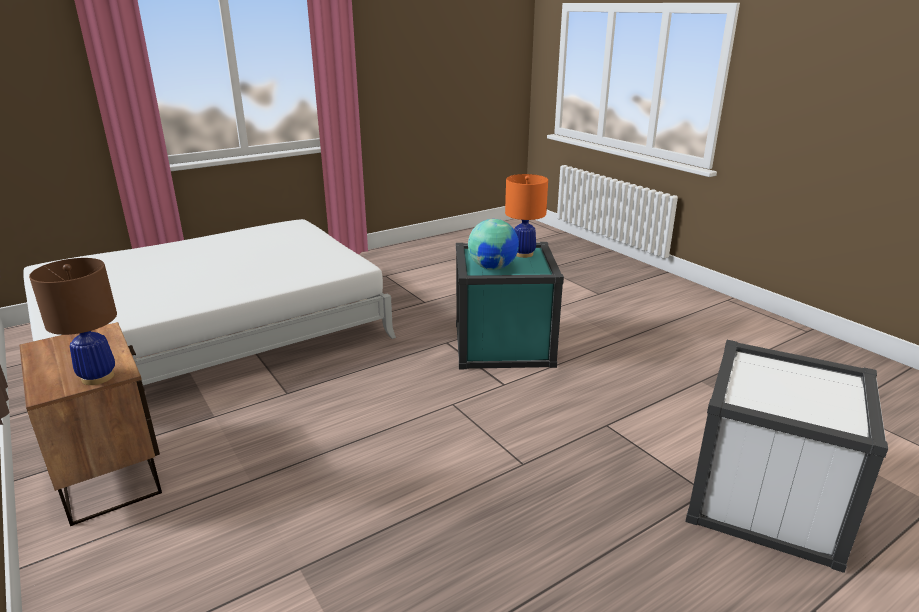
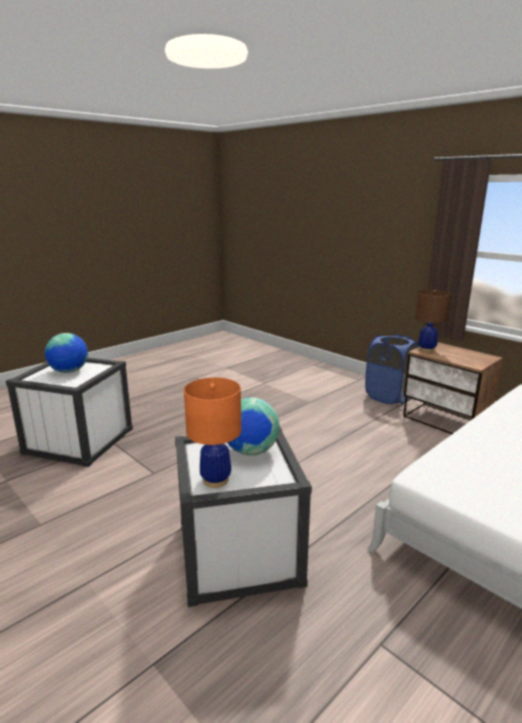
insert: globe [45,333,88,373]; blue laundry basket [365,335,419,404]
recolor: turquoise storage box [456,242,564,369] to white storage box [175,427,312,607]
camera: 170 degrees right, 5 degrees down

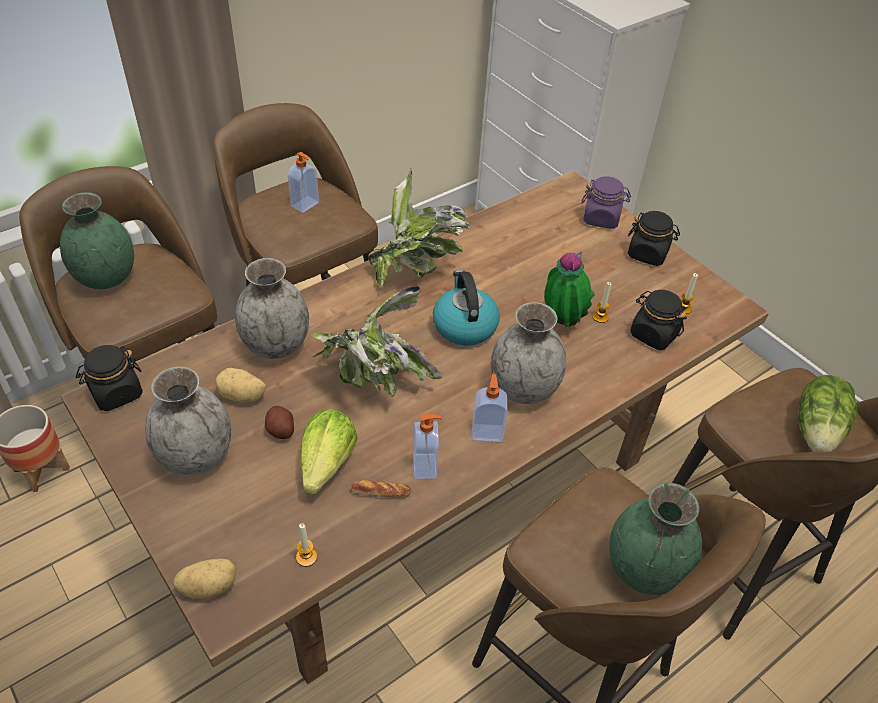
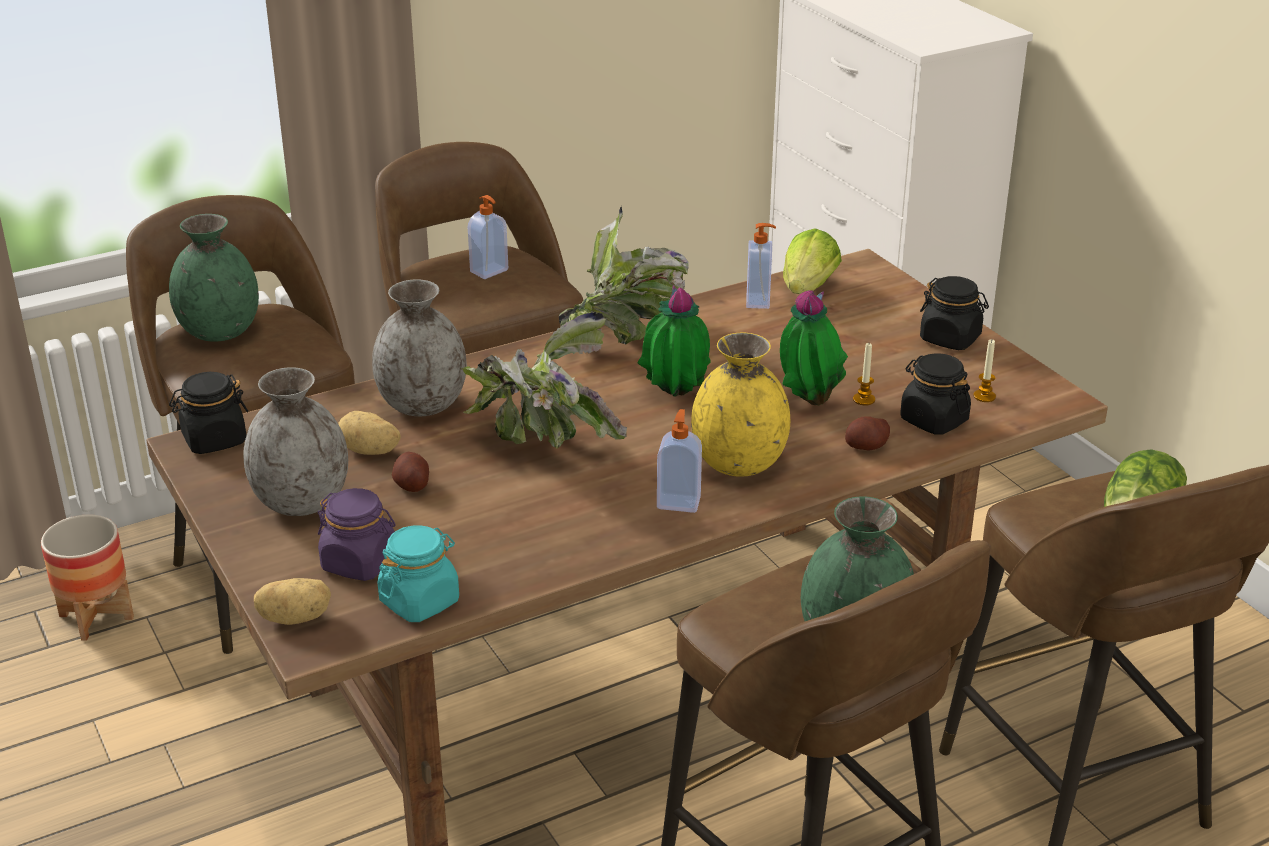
delete: bread [351,479,411,498]
insert: potato [845,416,890,451]
move: lettuce [300,409,358,494] to [783,228,842,294]; soap dispenser [413,414,442,479] to [746,223,776,309]; purple jar [581,176,631,229] to [318,488,396,581]
replace: candle [296,523,317,567] to turquoise jar [377,525,459,622]; kettle [433,270,500,346] to potted plant [638,285,711,396]
recolor: grey vase [491,302,566,404] to yellow vase [691,332,790,477]
camera: 10 degrees right, 15 degrees down

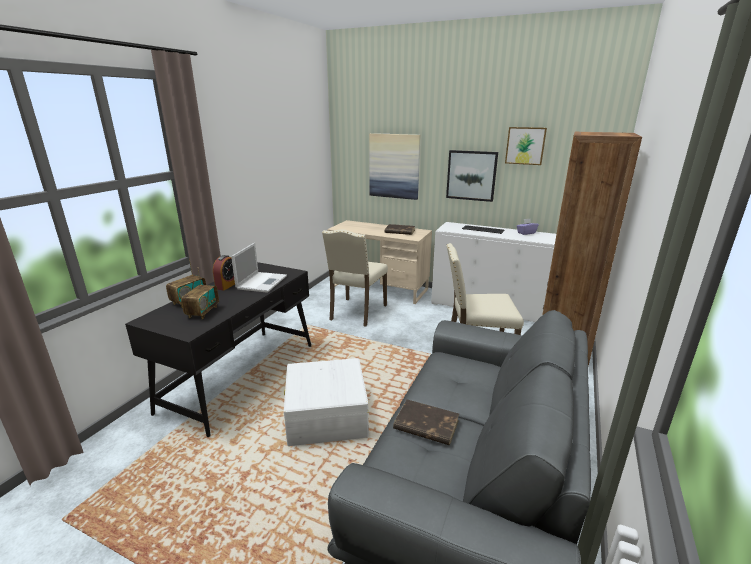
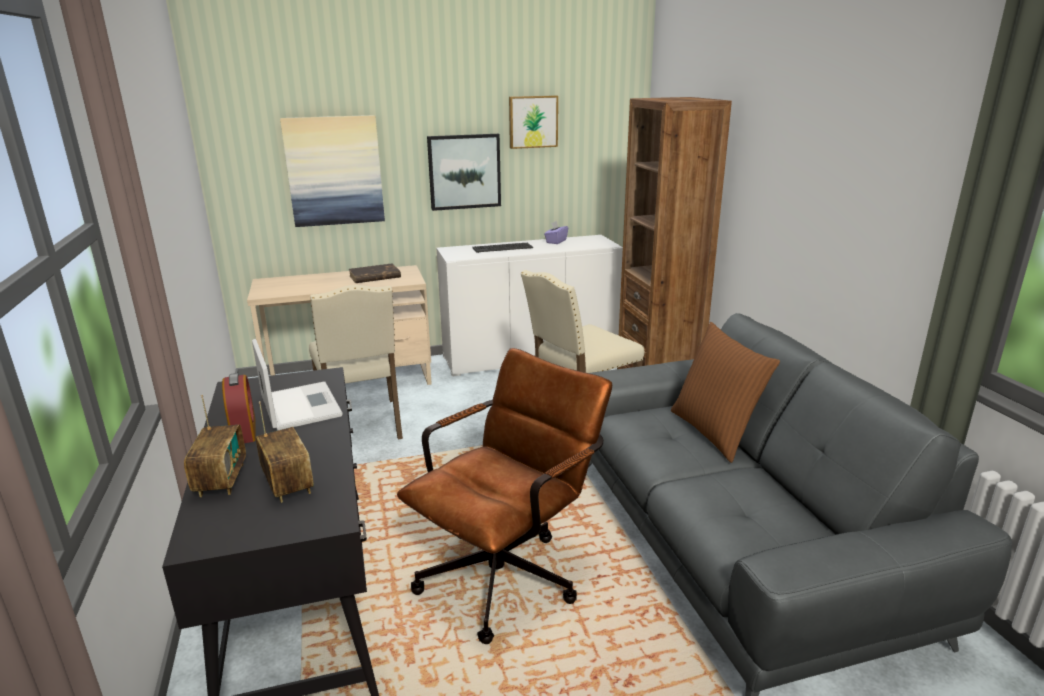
delete: brown book [393,400,459,445]
insert: brown pillow [671,322,780,463]
replace: white storage box [284,358,369,446] to brown office chair [397,348,612,644]
camera: 40 degrees left, 0 degrees up

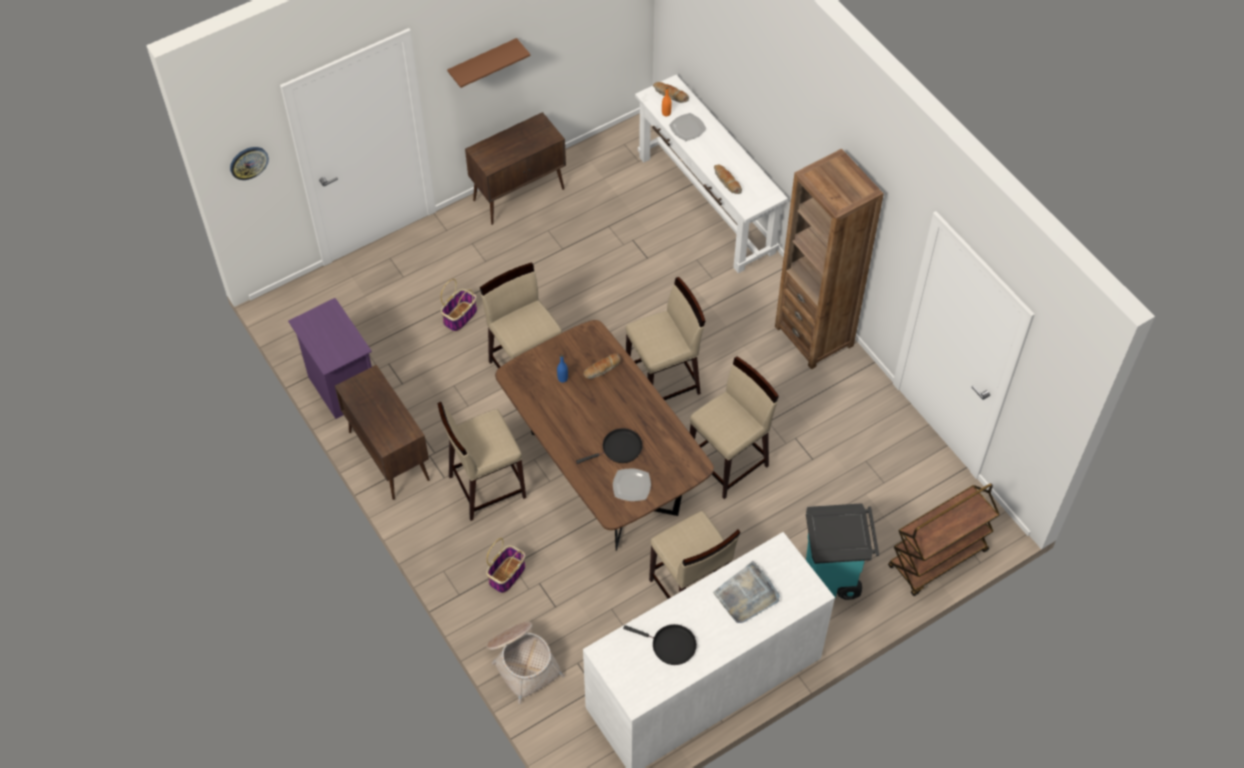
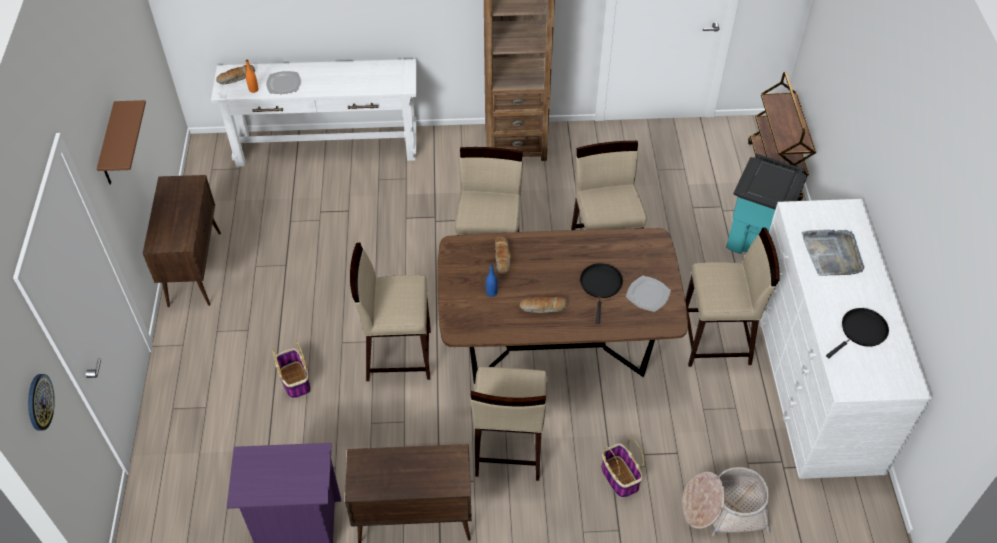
move: bread [714,165,742,194] to [520,297,568,313]
camera: 60 degrees left, 5 degrees down

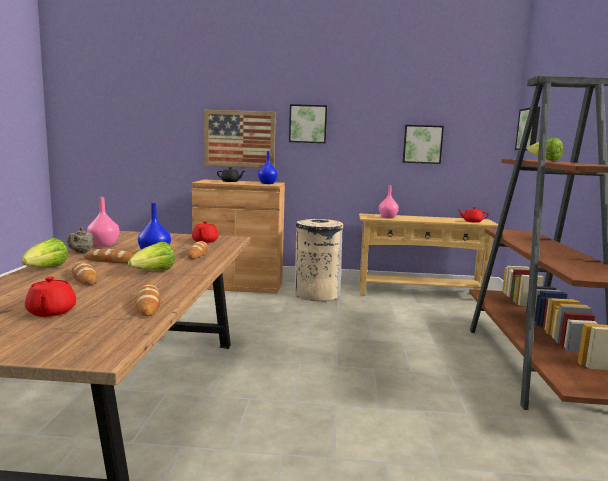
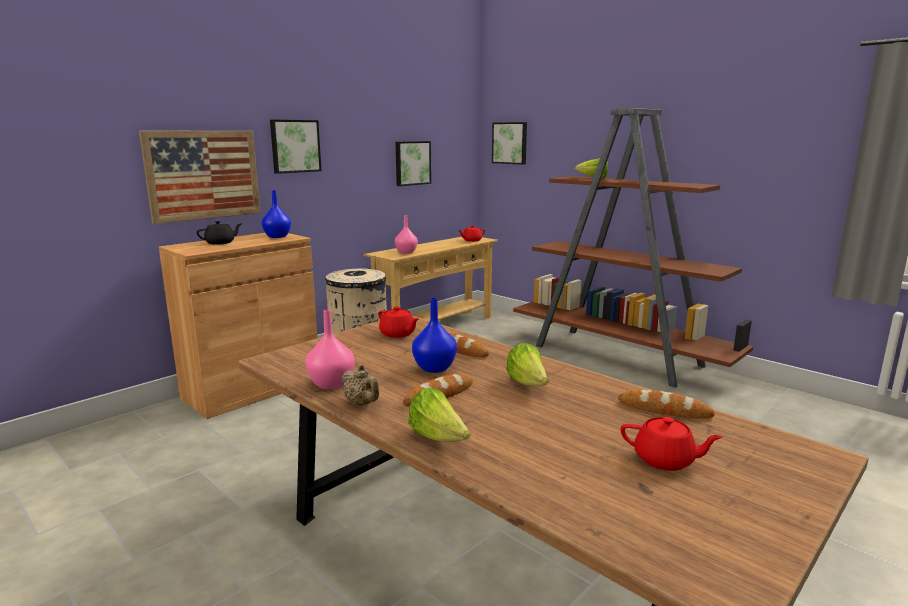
delete: bread [72,262,97,285]
camera: 50 degrees left, 5 degrees up

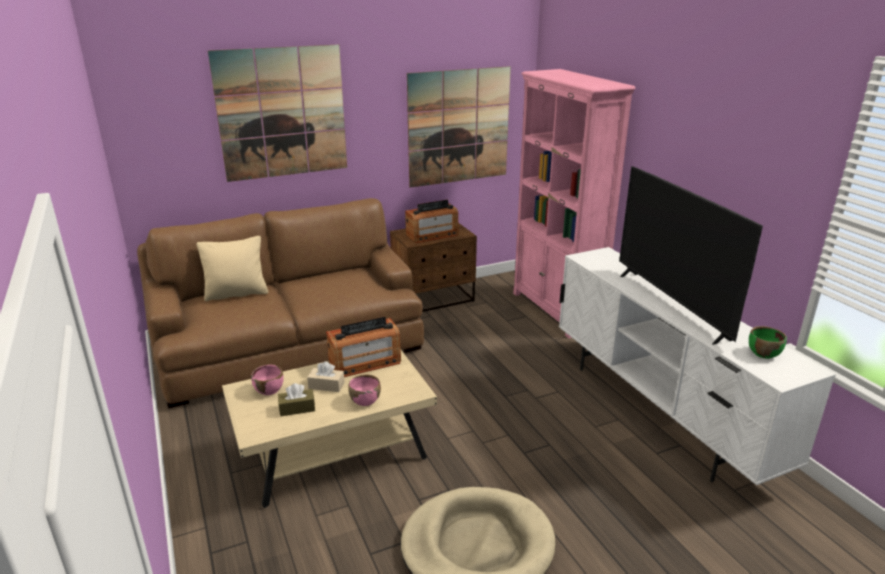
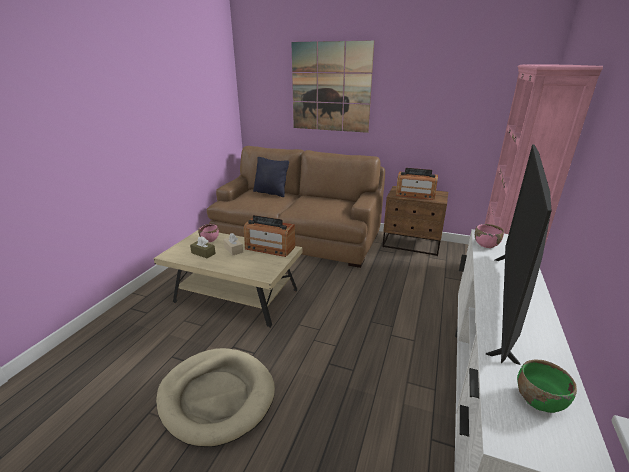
delete: picture [407,66,511,188]
move: pink bowl [348,374,381,406] to [475,224,504,248]
recolor: beige pillow [196,236,268,301] to black pillow [253,157,289,197]
camera: 45 degrees right, 0 degrees up

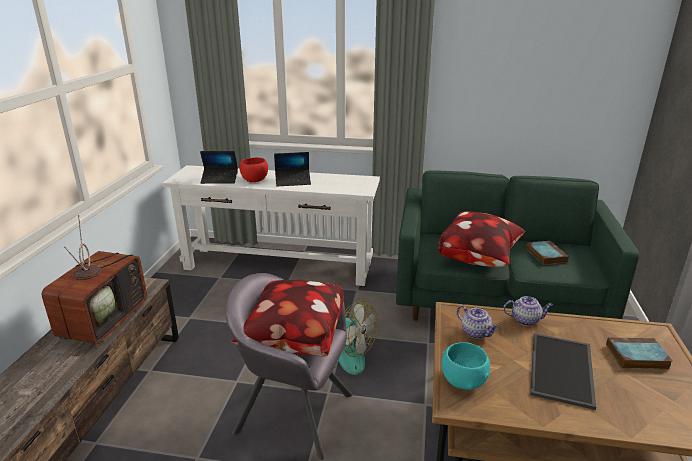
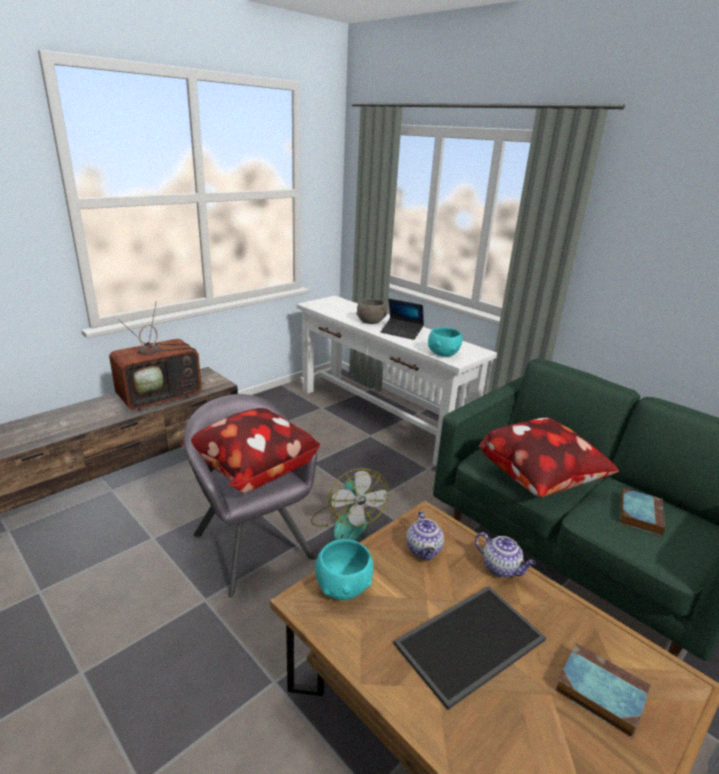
delete: laptop [200,151,238,184]
insert: turquoise bowl [428,327,462,357]
recolor: red bowl [239,158,268,182] to grey bowl [356,299,387,324]
camera: 35 degrees right, 0 degrees up

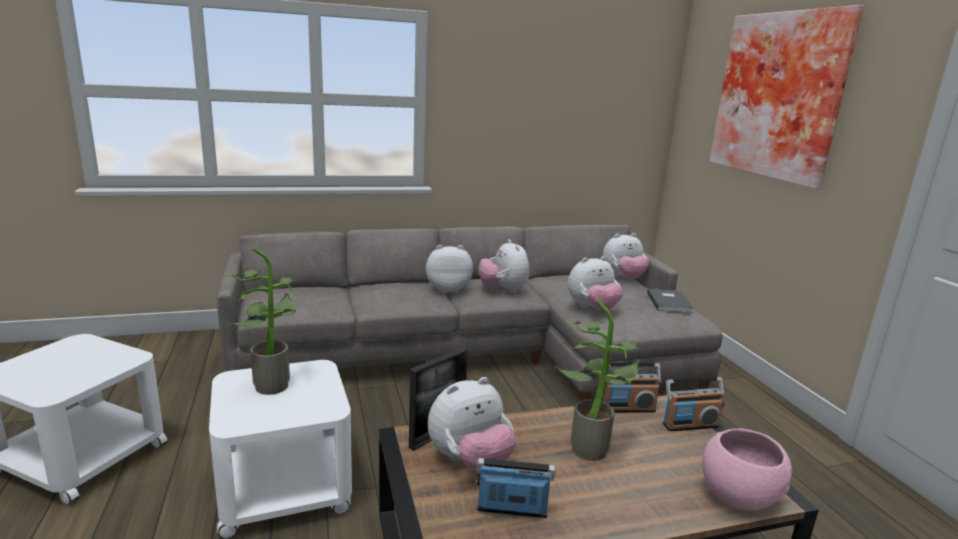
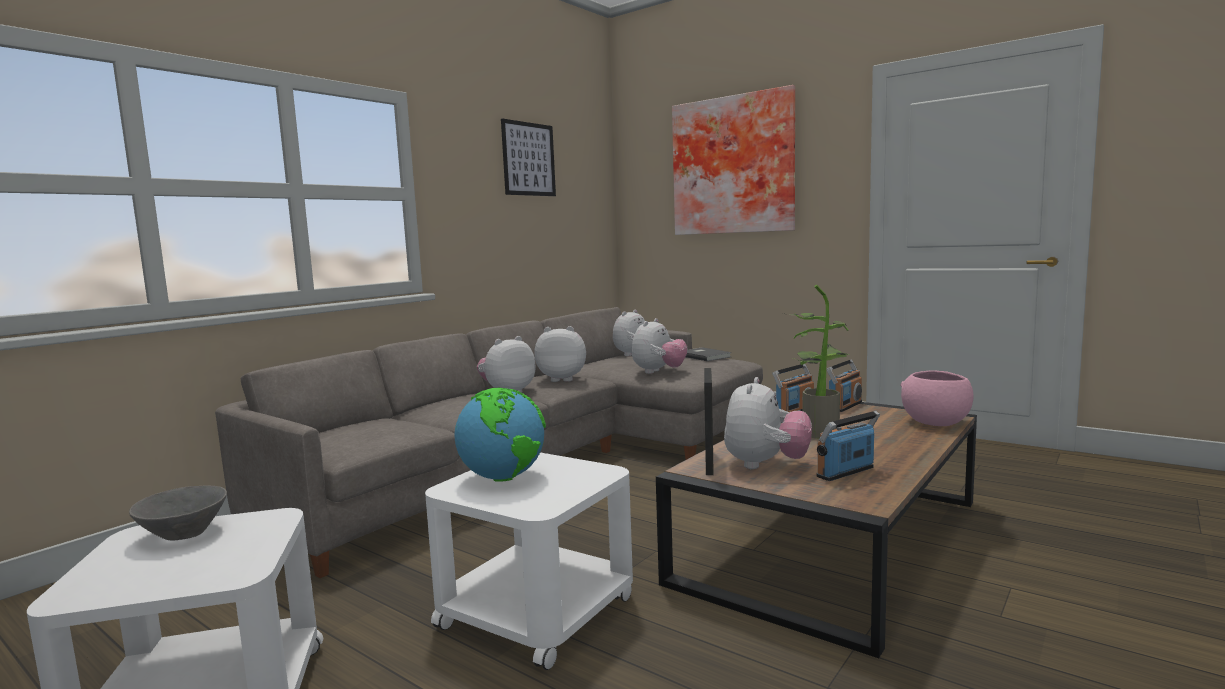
insert: grey bowl [129,485,227,540]; picture [501,119,556,196]
replace: potted plant [218,247,296,395] to globe [455,388,546,482]
rotate: plush toy [478,239,529,293] = [534,326,586,382] 150 degrees clockwise
camera: 35 degrees left, 10 degrees down

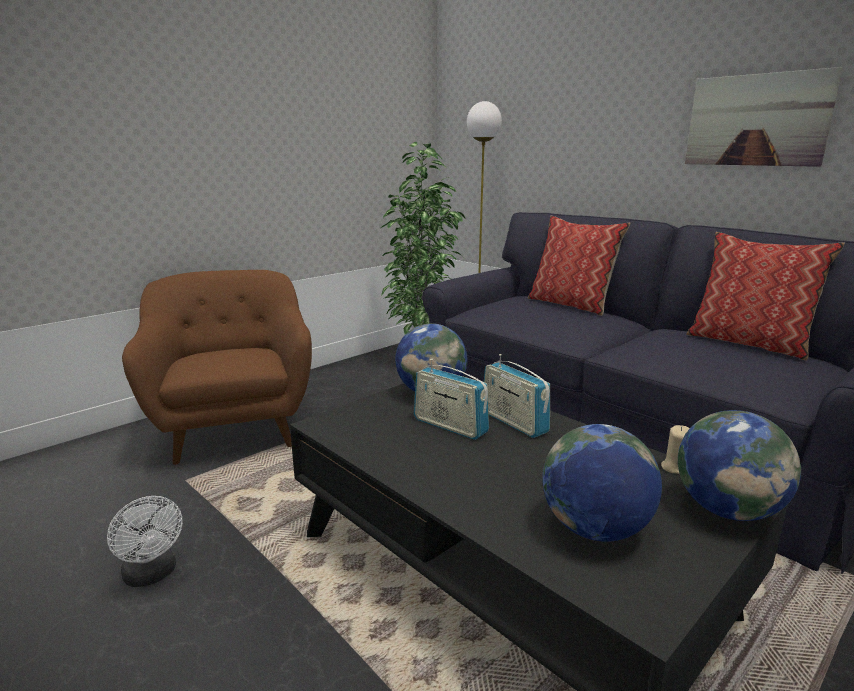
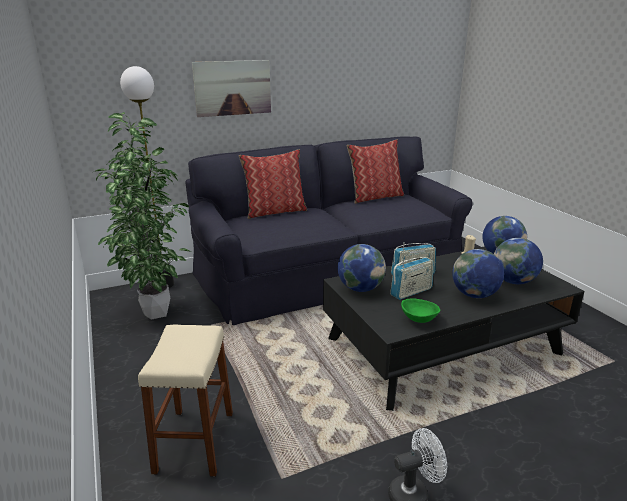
insert: green bowl [401,298,440,323]; globe [452,249,504,298]
move: picture [685,67,843,167] to [192,60,271,117]
replace: brown armchair [122,270,312,465] to beige stool [138,325,233,477]
camera: 70 degrees left, 5 degrees up

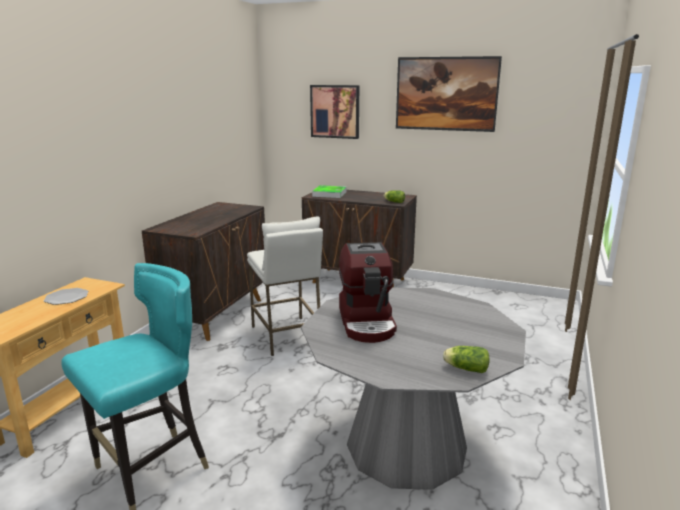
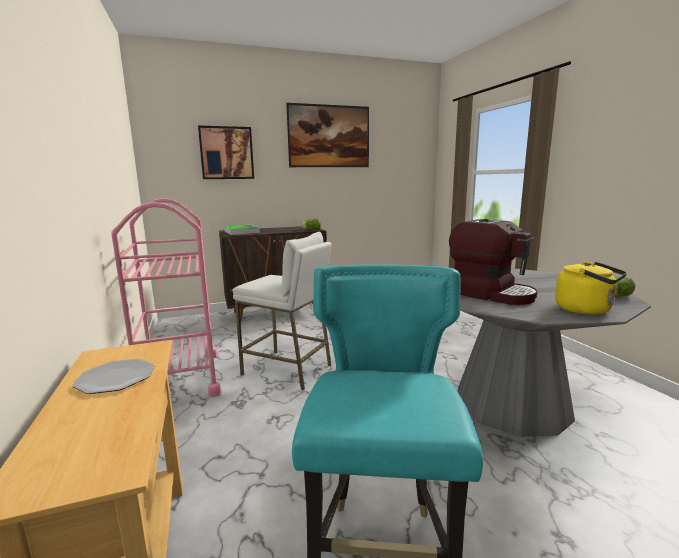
insert: yellow kettle [555,262,627,315]
replace: brown cabinet [142,202,265,341] to pink cart [111,198,221,397]
camera: 40 degrees left, 5 degrees down

